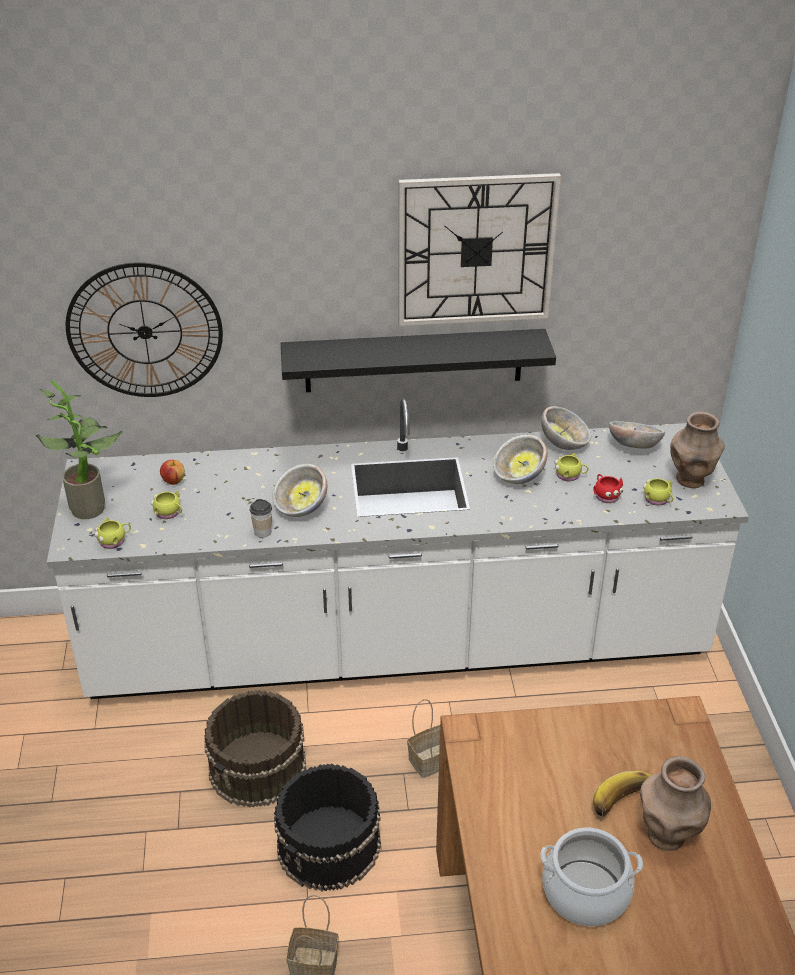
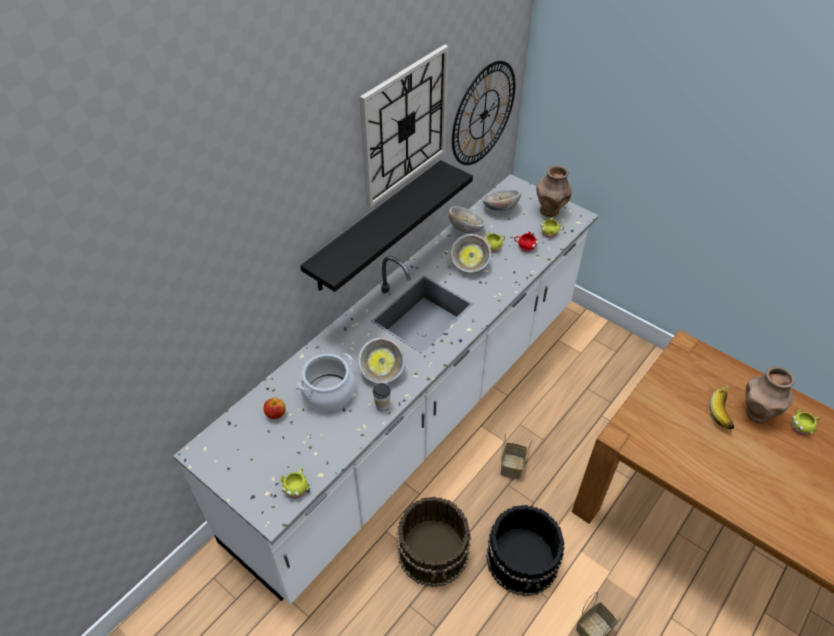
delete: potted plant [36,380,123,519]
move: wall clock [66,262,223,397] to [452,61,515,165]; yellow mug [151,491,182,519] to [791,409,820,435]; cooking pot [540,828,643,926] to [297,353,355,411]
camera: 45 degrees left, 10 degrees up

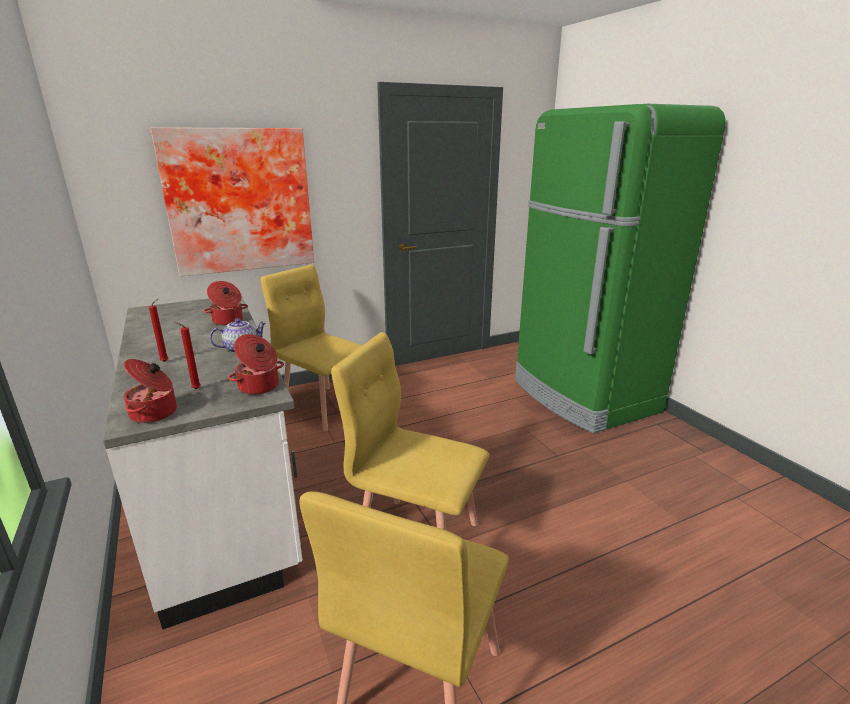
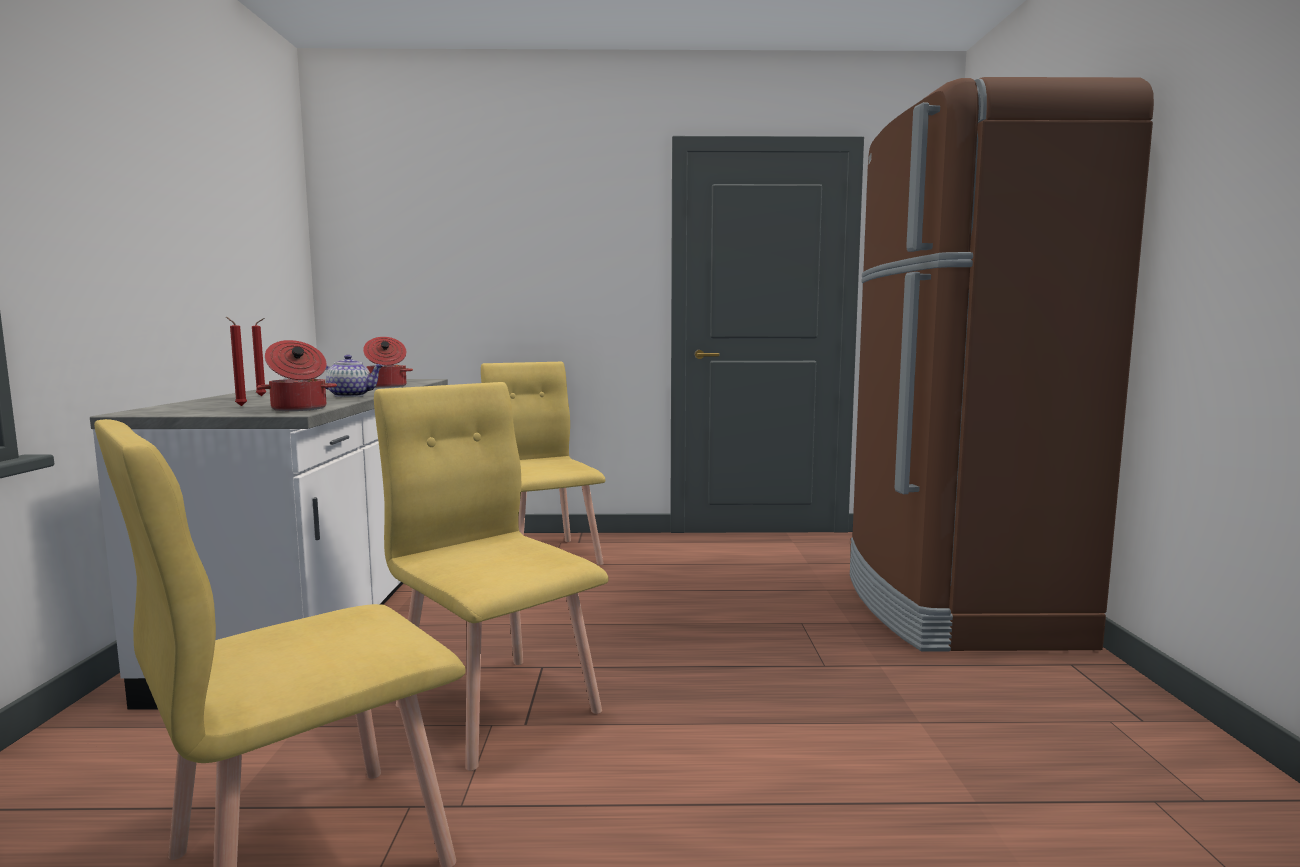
delete: cooking pot [123,359,177,423]; picture [150,127,314,277]
recolor: green fridge [515,104,726,433] to brown fridge [850,77,1154,652]
camera: 25 degrees right, 15 degrees down

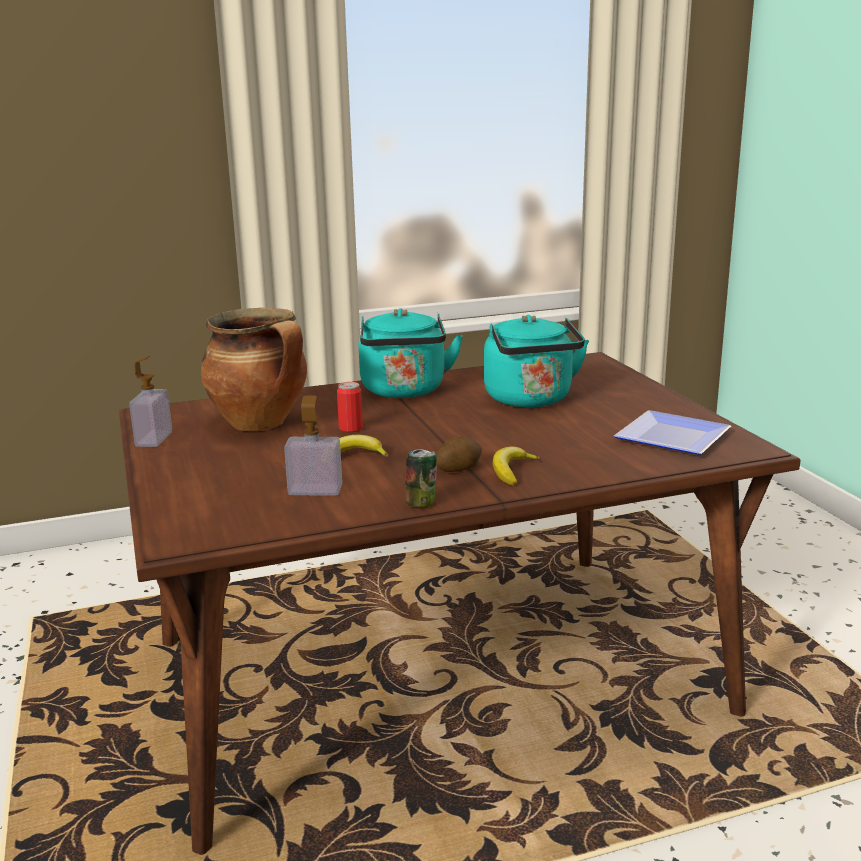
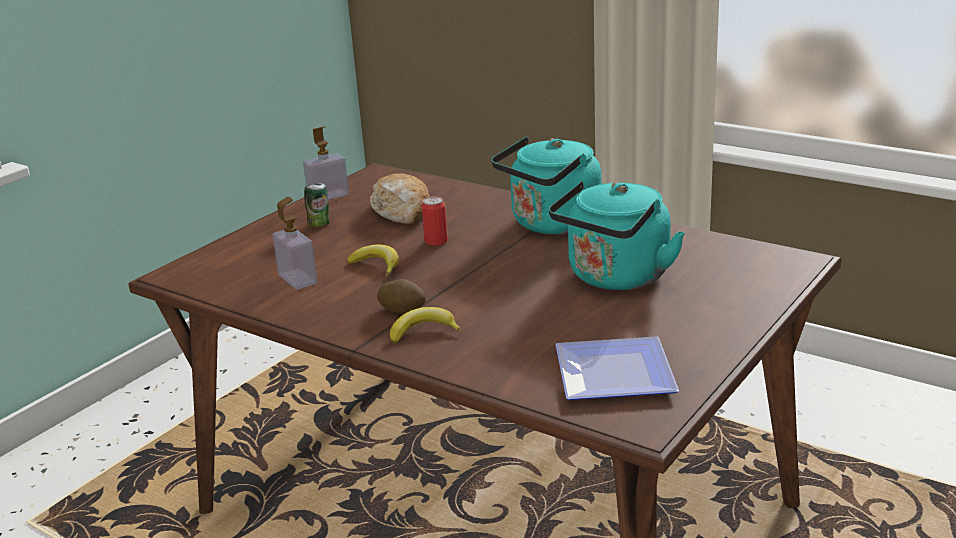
move: can [405,449,437,508] to [304,183,329,227]
replace: cooking pot [201,308,307,431] to bread [370,174,430,224]
camera: 55 degrees right, 5 degrees up

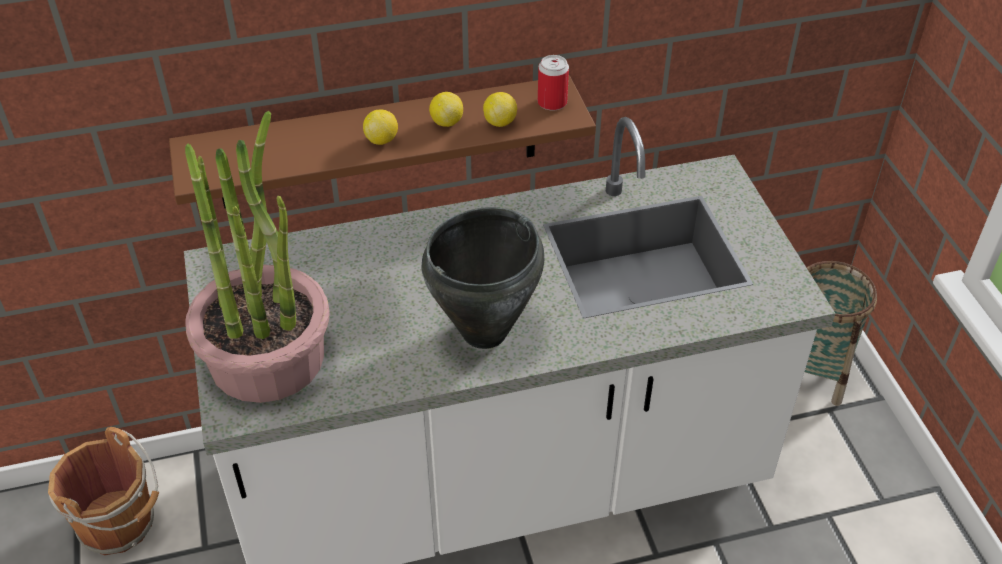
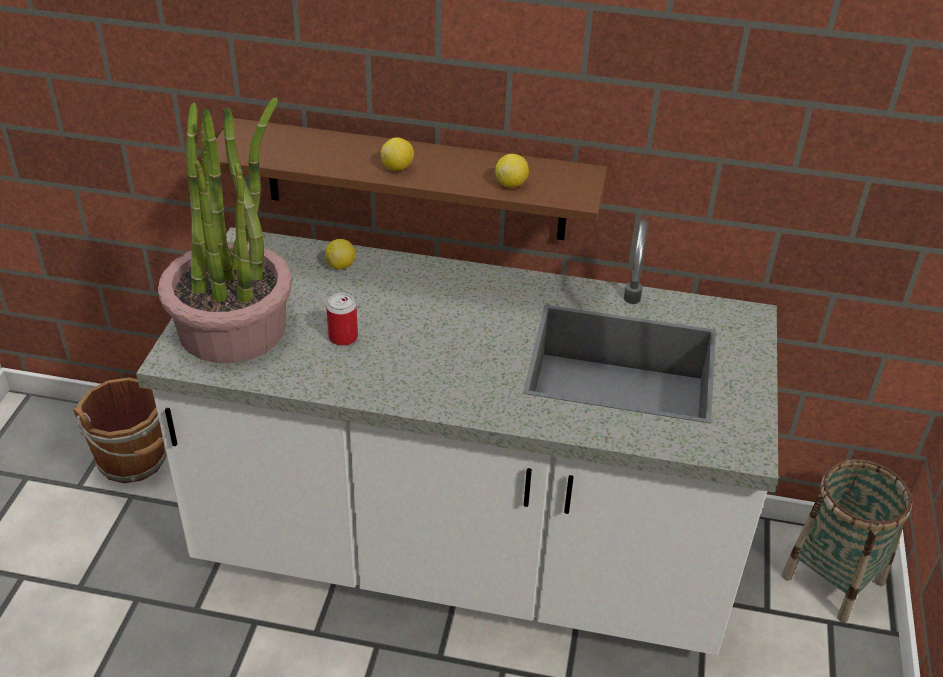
delete: black cooking pot [421,207,544,349]
move: lemon [429,92,463,127] to [325,239,355,270]; can [538,55,569,111] to [326,293,358,346]
camera: 25 degrees right, 5 degrees down

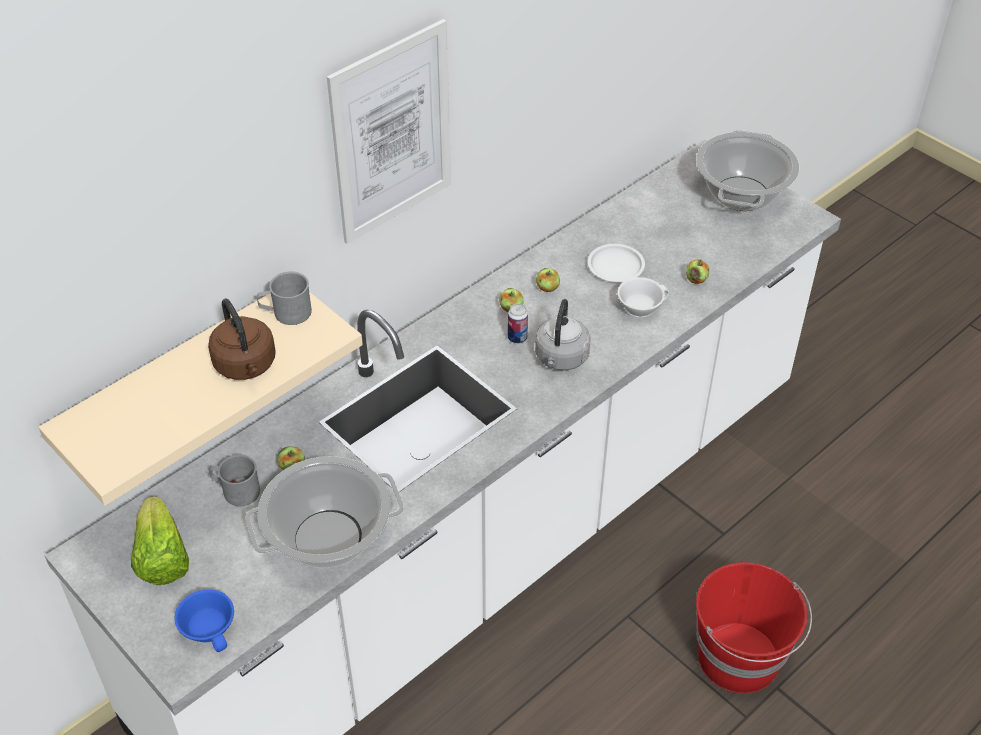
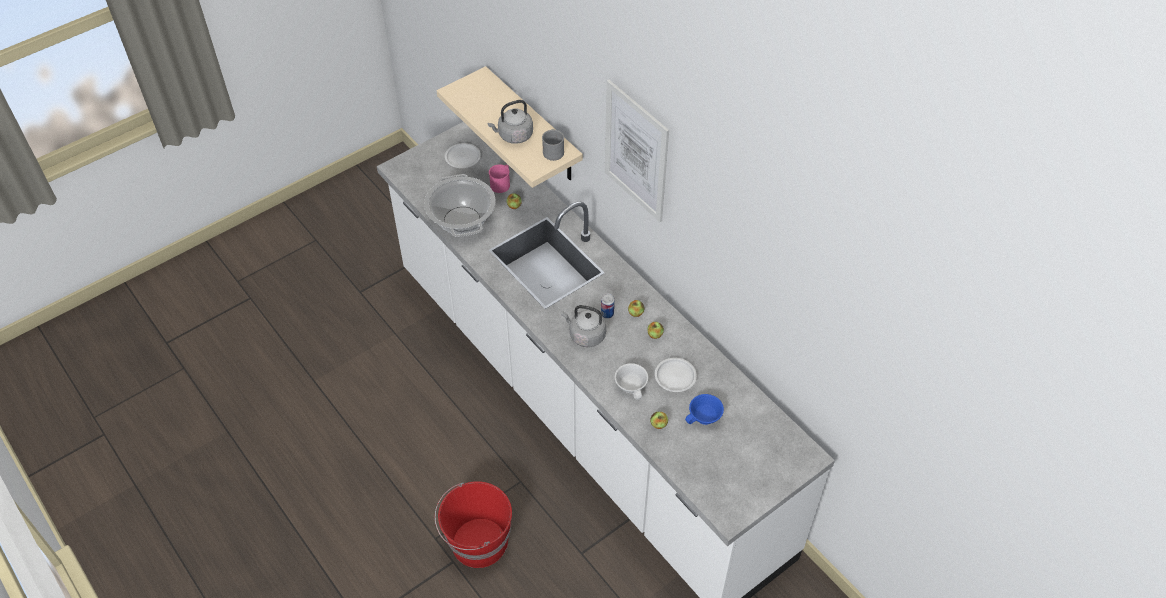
delete: cooking pot [696,130,799,211]
move: blue cup [174,589,234,652] to [685,394,724,425]
replace: lettuce [131,496,189,585] to white plate [445,143,481,168]
recolor: brown kettle [208,299,276,380] to grey kettle [488,100,533,144]; grey mug [209,454,260,506] to pink mug [489,164,510,193]
camera: 95 degrees right, 5 degrees up

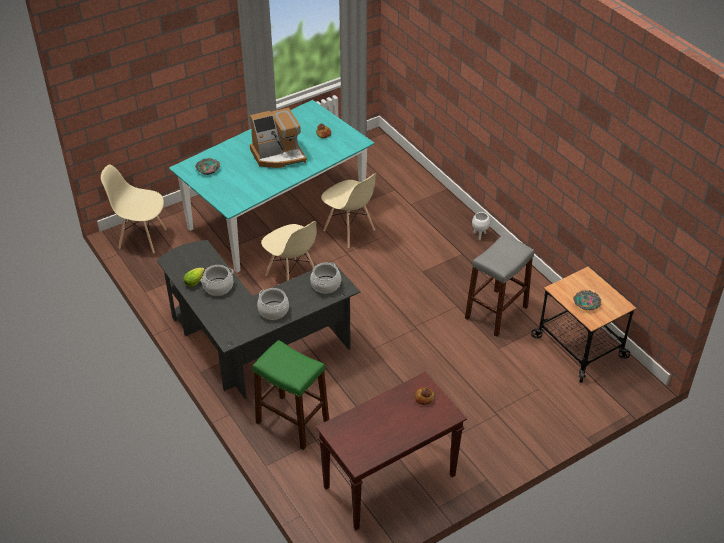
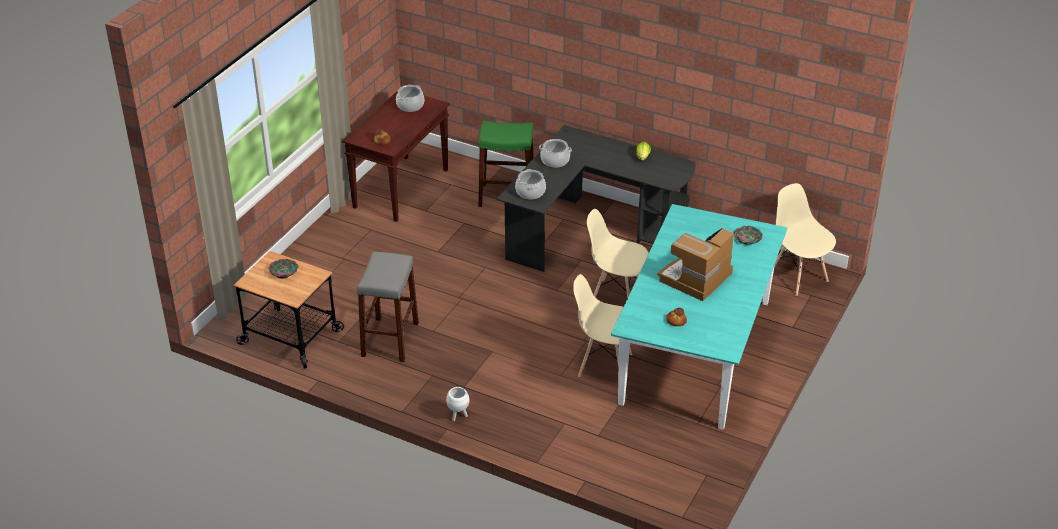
move: cooking pot [200,265,234,296] to [396,85,424,112]
rotate: beige chair [101,165,167,253] = [774,183,836,296] 105 degrees counterclockwise
camera: 150 degrees right, 5 degrees down

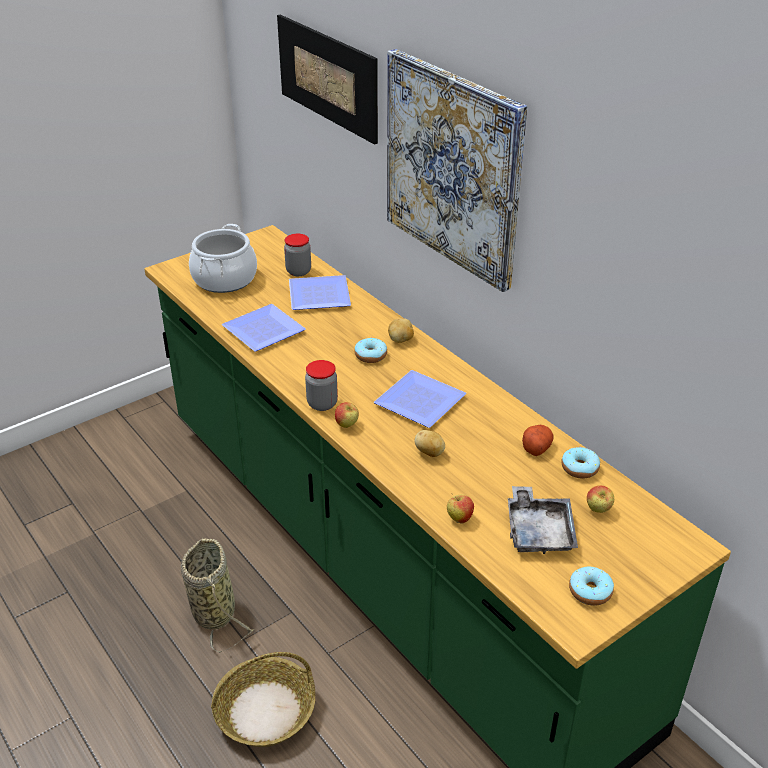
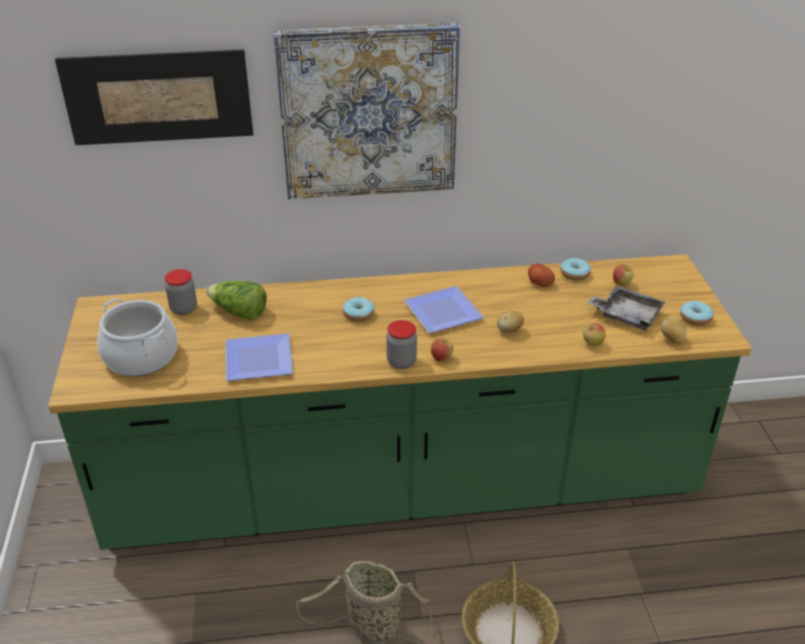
move: potato [388,318,414,343] to [661,318,686,343]
replace: plate [289,275,351,310] to lettuce [206,281,267,320]
camera: 60 degrees left, 0 degrees up

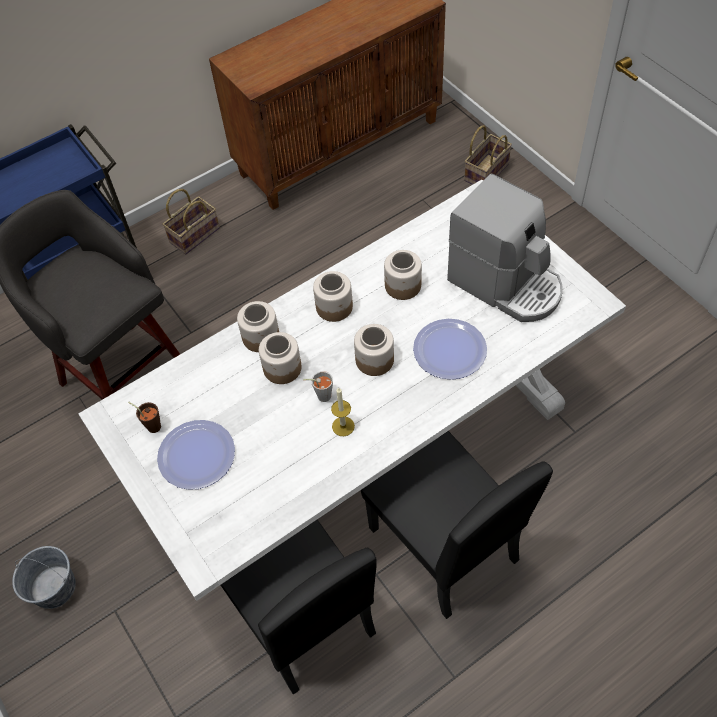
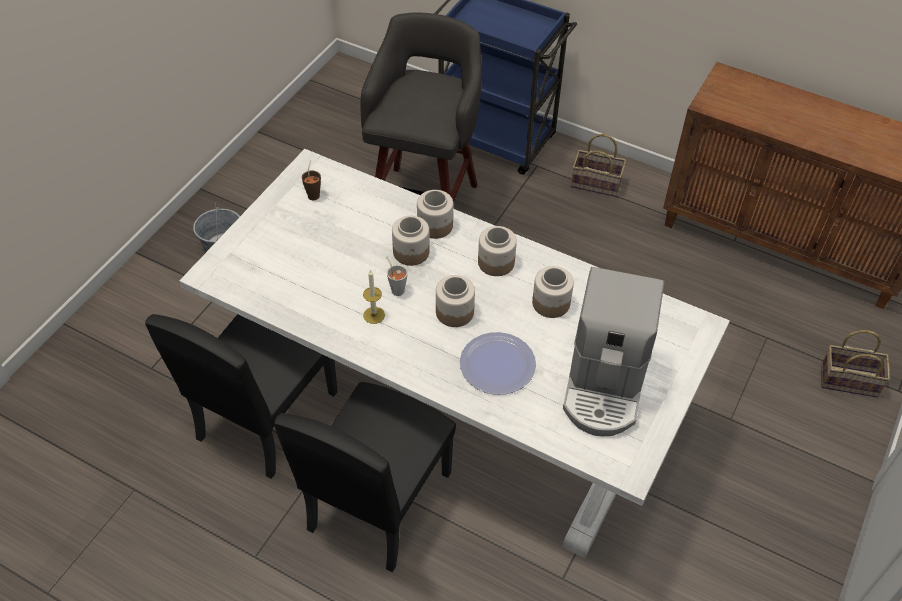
delete: plate [157,420,235,490]
camera: 60 degrees right, 5 degrees down

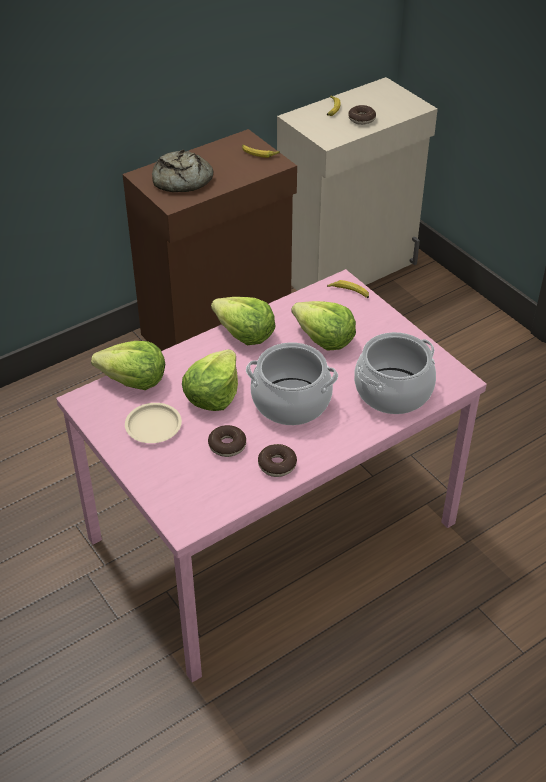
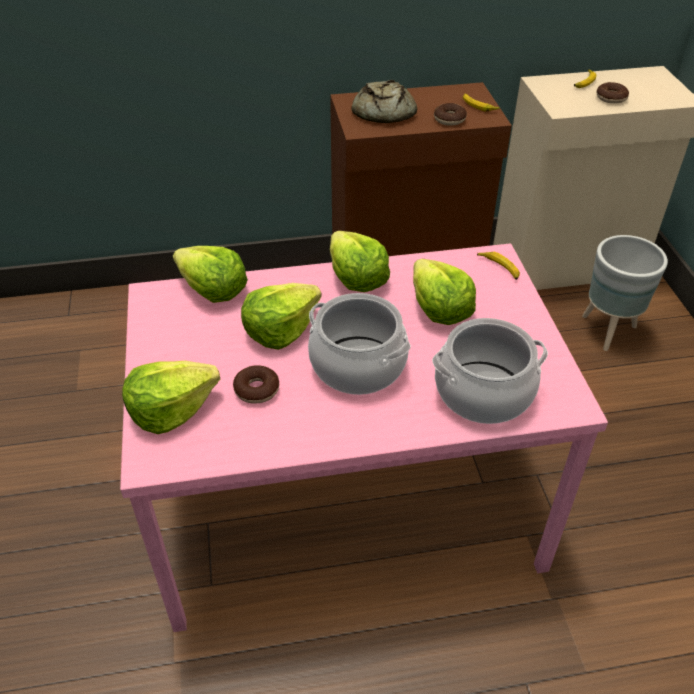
delete: beige plate [125,403,182,443]
insert: lettuce [122,361,220,434]; grey planter [582,235,668,351]
move: donut [258,444,297,477] to [434,103,467,126]
camera: 25 degrees right, 0 degrees up

